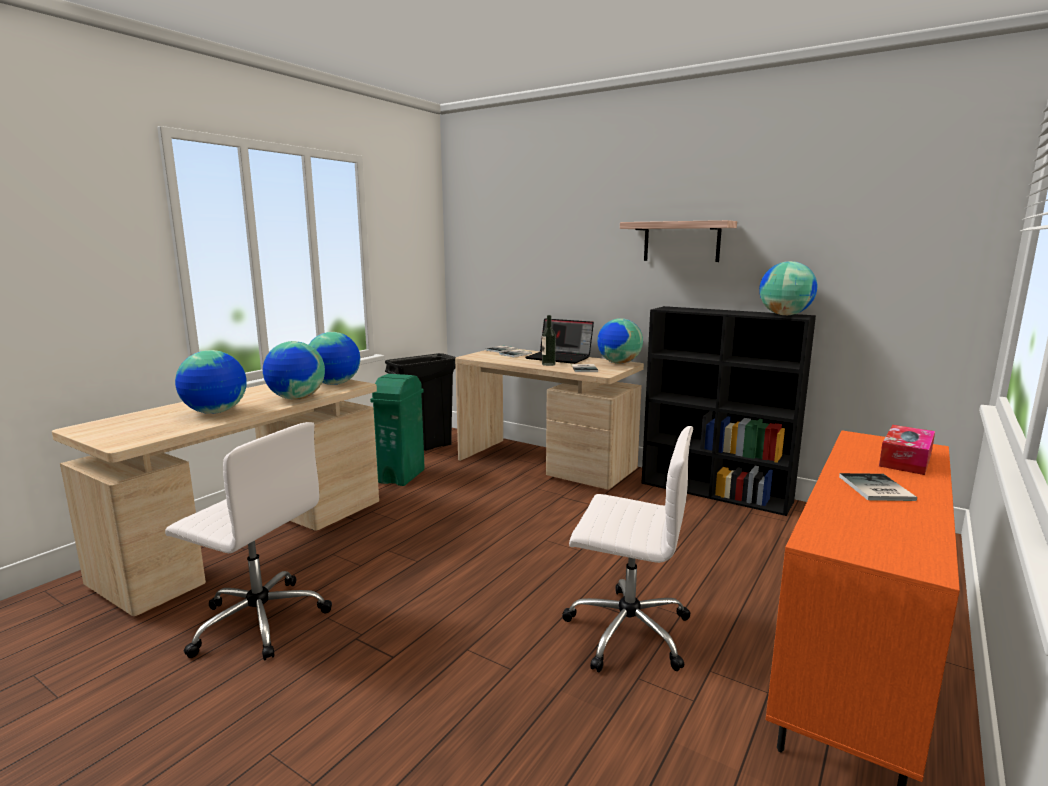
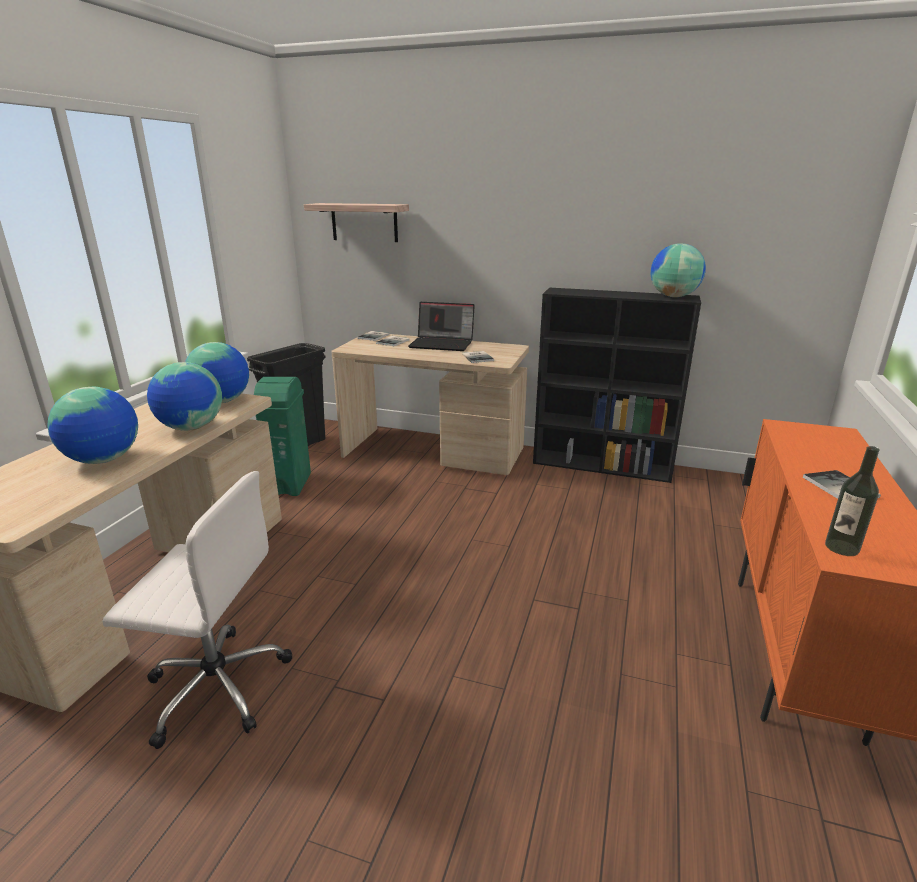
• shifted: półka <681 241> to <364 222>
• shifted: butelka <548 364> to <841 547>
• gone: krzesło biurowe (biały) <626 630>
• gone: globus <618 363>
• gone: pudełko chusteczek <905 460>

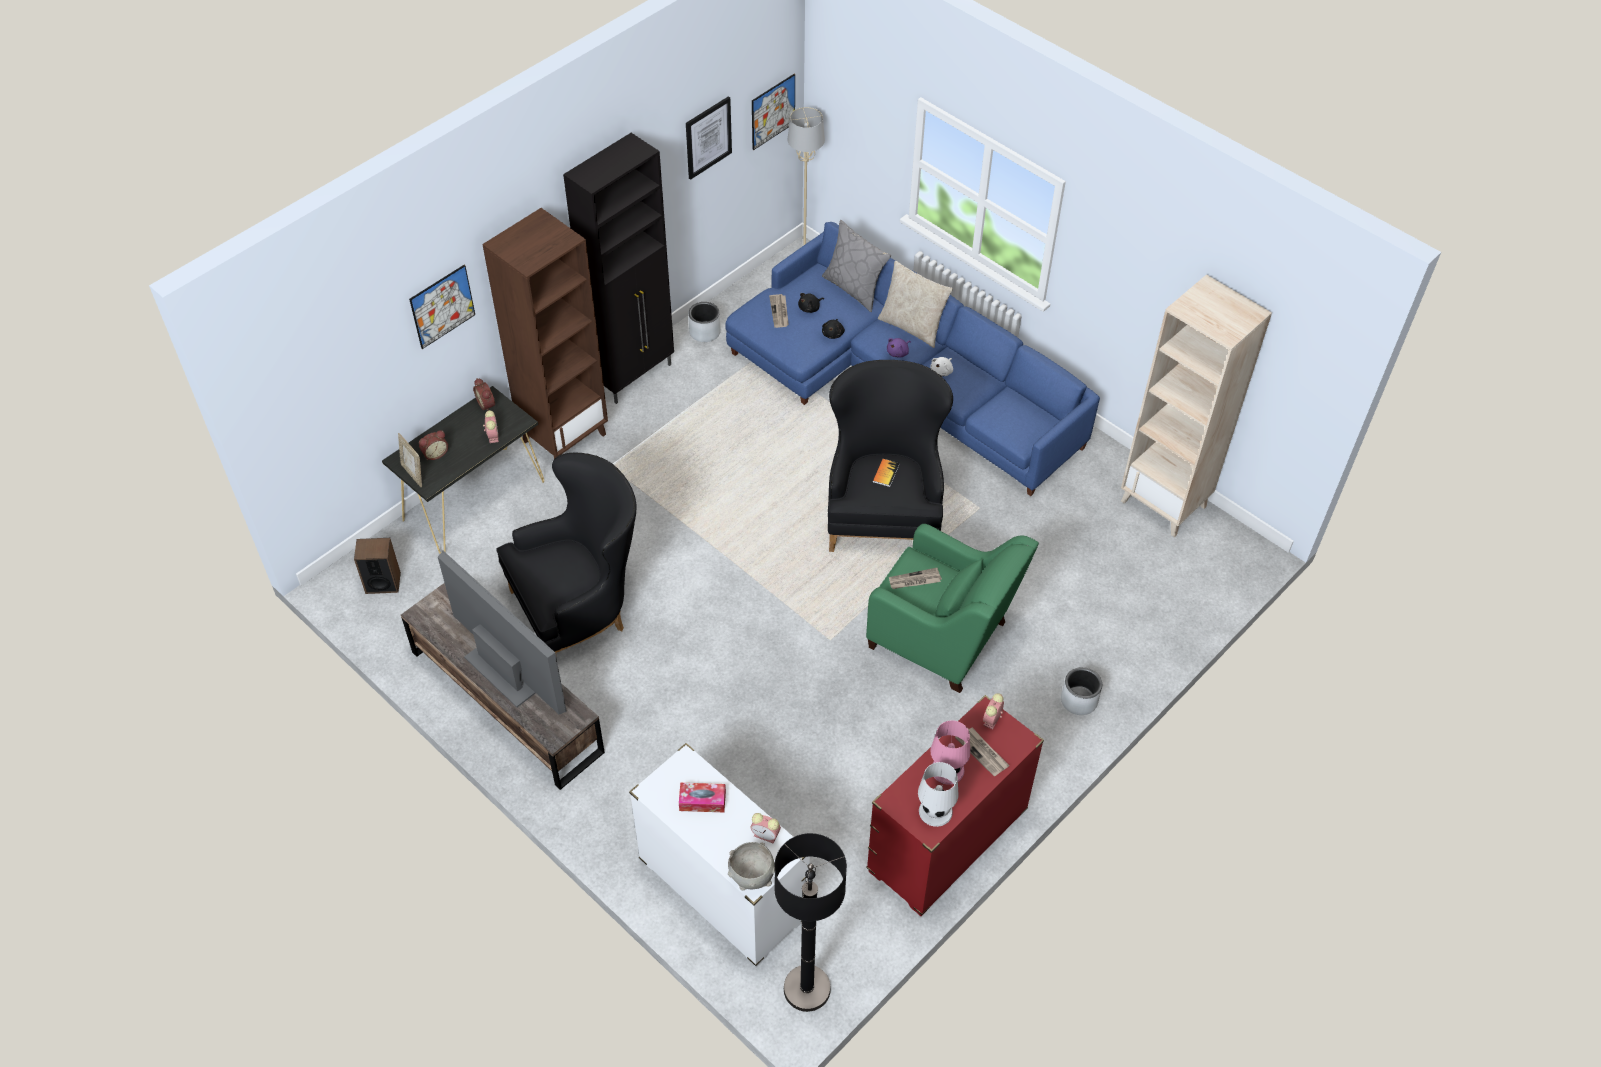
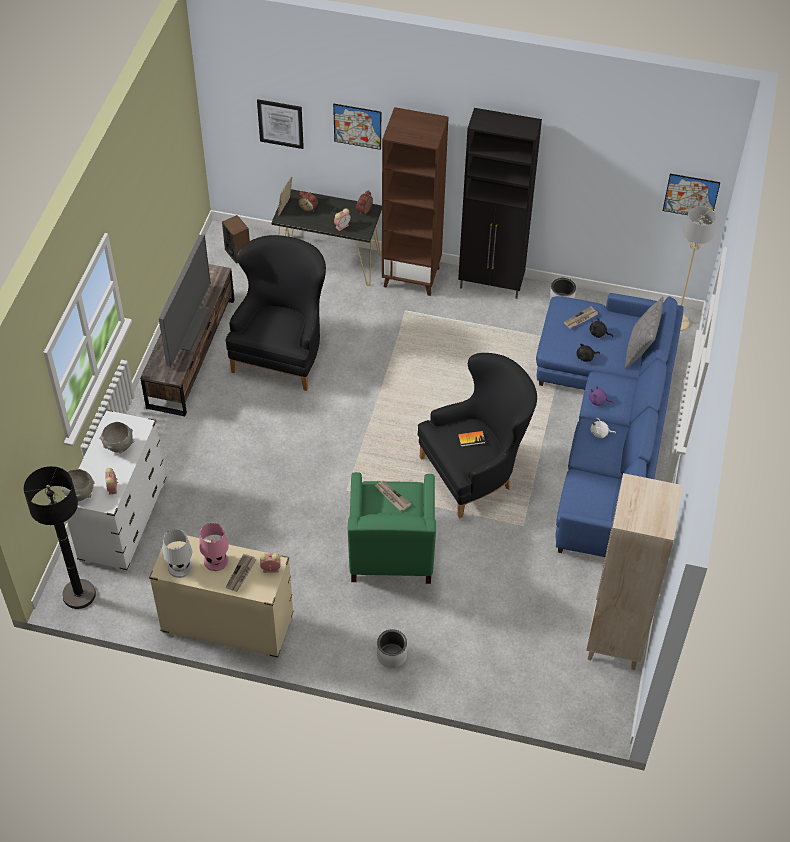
• swapped: pudełko chusteczek <702 801> to miska (szary) <119 446>
• repainted: komoda (czerwony) <947 842> to komoda (beżowy) <227 624>
• rotated: fotel (czarny) <581 609> = <282 353> 105 degrees counterclockwise
• shifted: obraz <708 137> to <280 123>
• gone: poduszka (beżowy) <912 327>

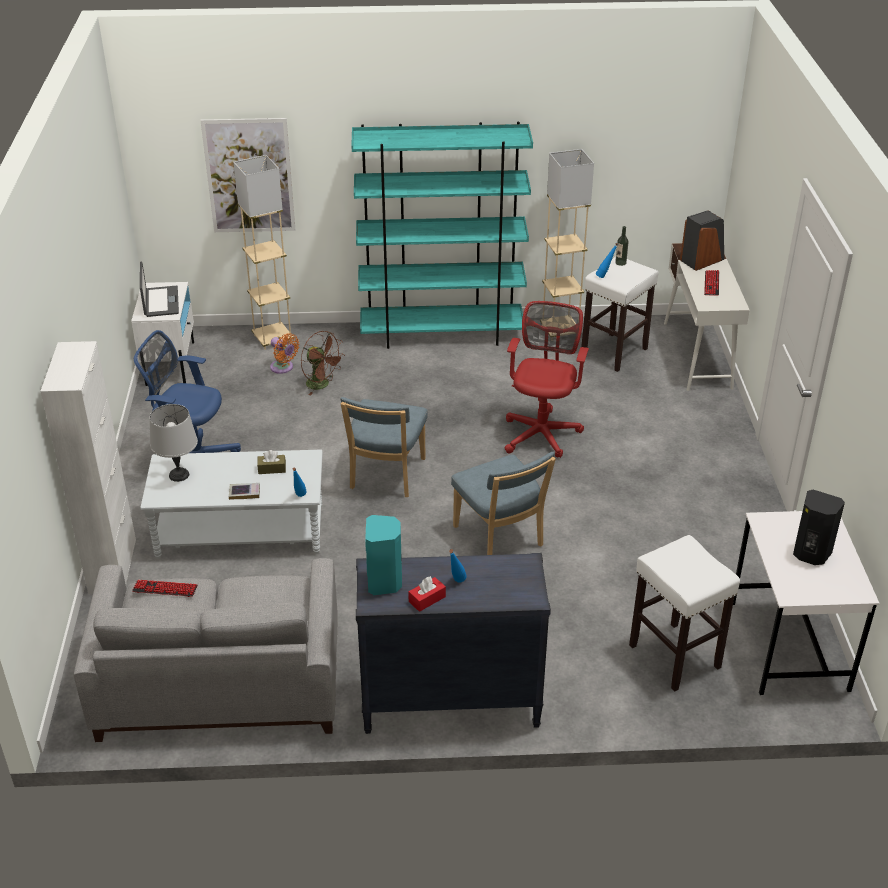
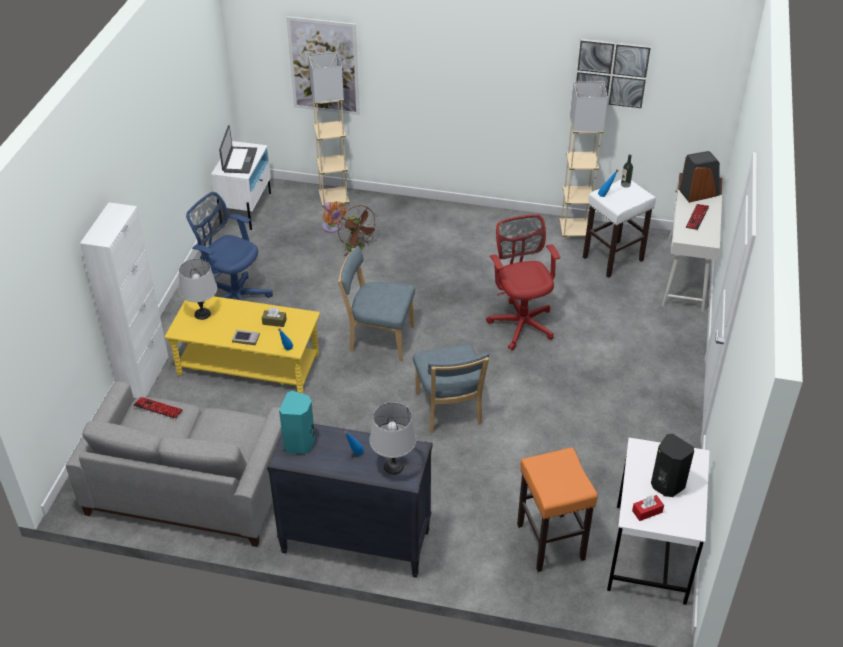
• repainted: ława (szary) <240 532> to ława (żółty) <248 365>
• rotated: krzesło (niebieski) <386 476> = <378 338> 75 degrees clockwise
• new: lampa stołowa (szary) <394 466>
• rotated: krzesło biurowe (czerwony) <542 432> = <521 322> 45 degrees counterclockwise
• repainted: stołek (biały) <673 656> to stołek (pomarańczowy) <550 541>
• new: obraz <611 73>
• shifted: pudełko chusteczek (czerwony) <427 599> to <647 511>
• gone: regał (turkusowy) <442 334>

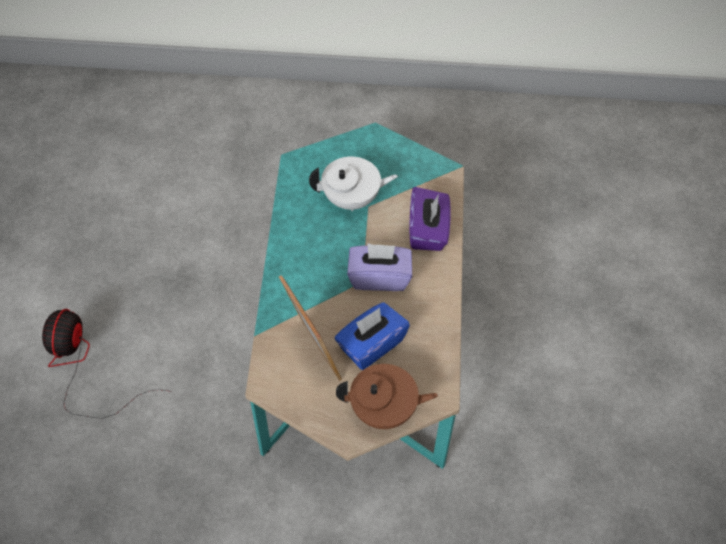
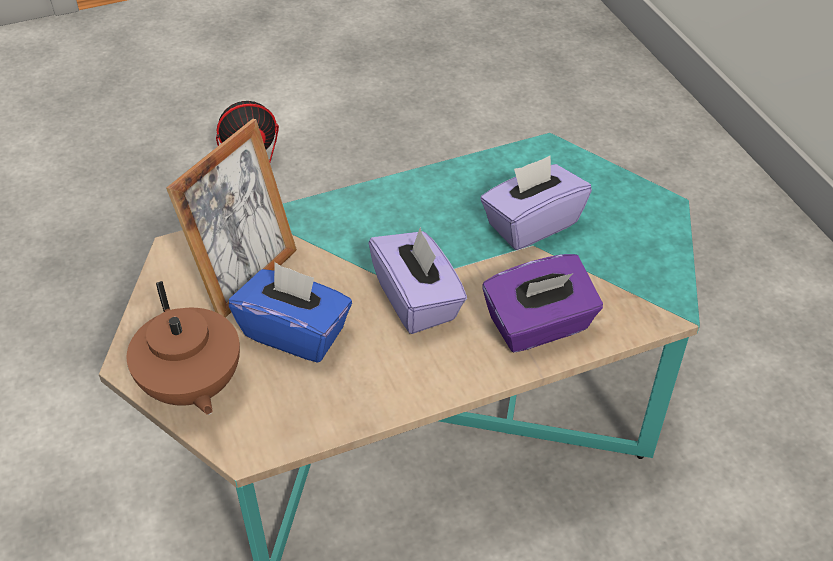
• swapped: imbryk (biały) <352 199> to pudełko chusteczek (fioletowy) <531 224>

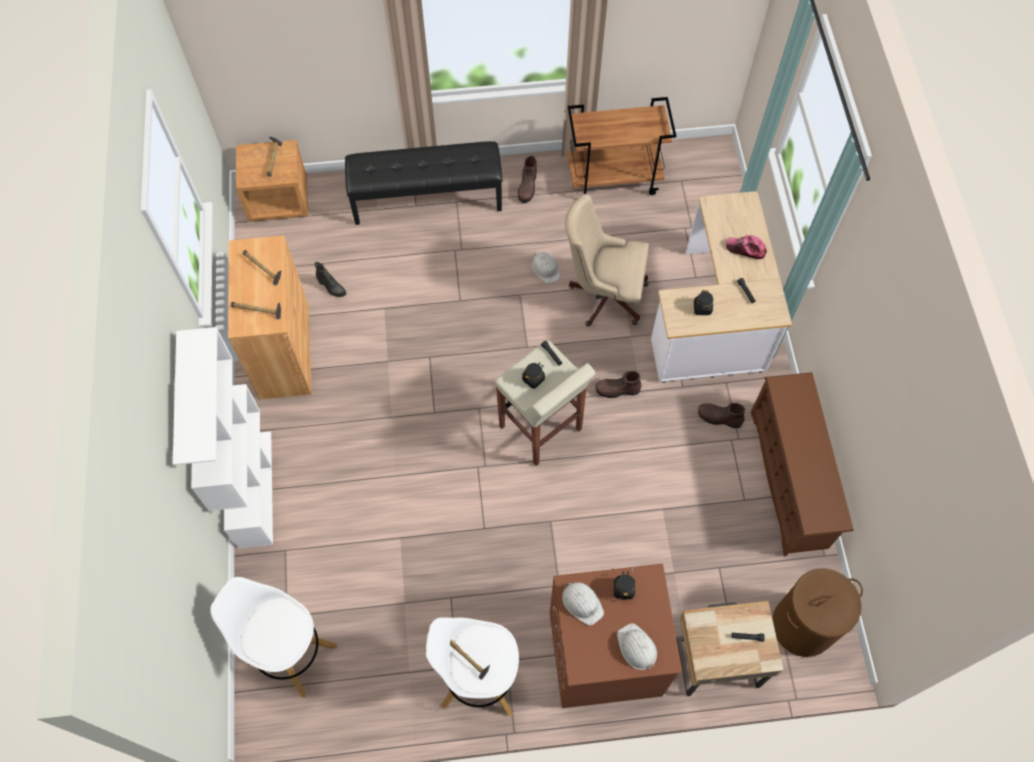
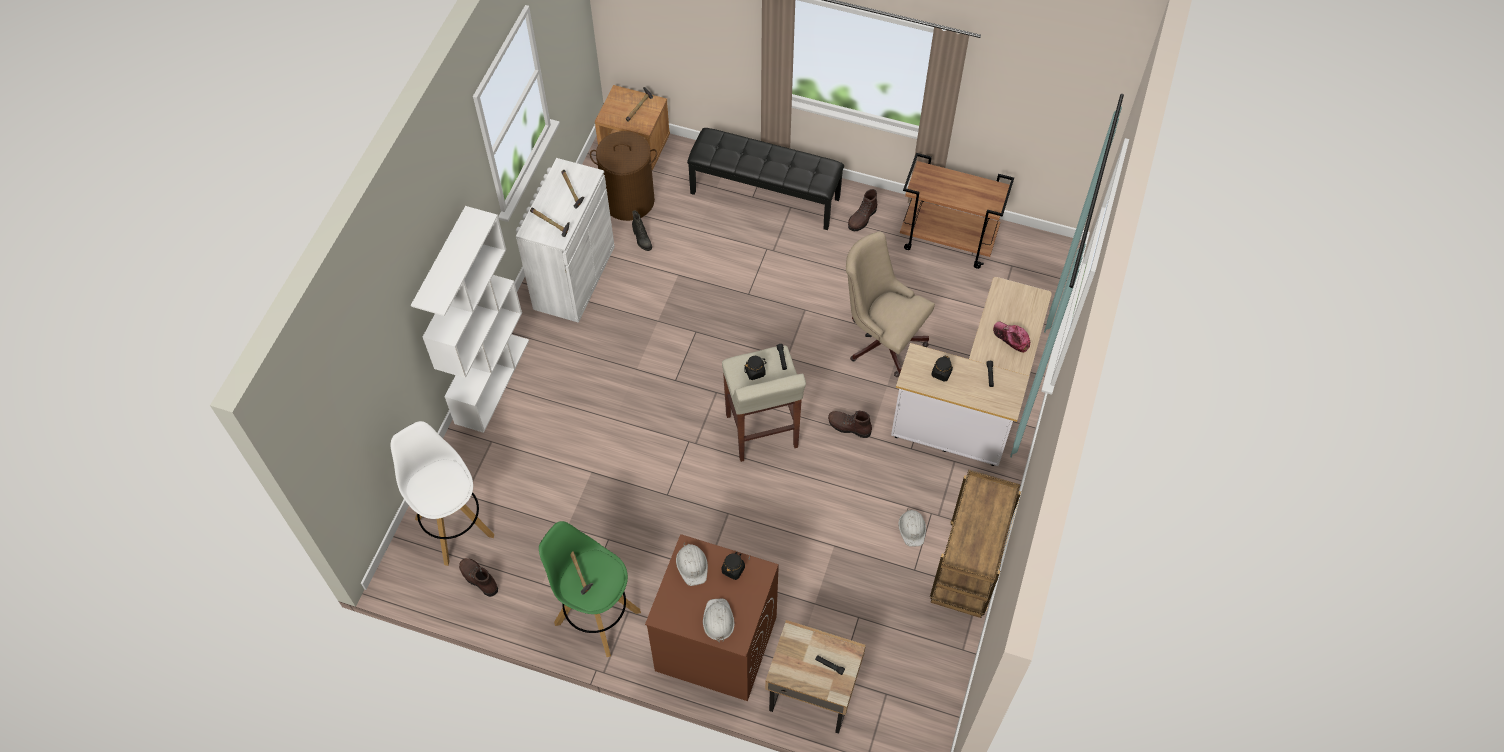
• shifted: but z cholewką (brązowy) <719 418> to <479 579>
• repainted: szafka (brązowy) <284 351> to szafka (biały) <574 277>
• repainted: stołek (biały) <478 680> to stołek (zielony) <596 616>
• shifted: kosz na pranie (brązowy) <803 625> to <629 200>
• shifted: kask (biały) <545 268> to <912 528>
• swapped: regał na buty (brązowy) <790 480> to wózek (brązowy) <967 571>

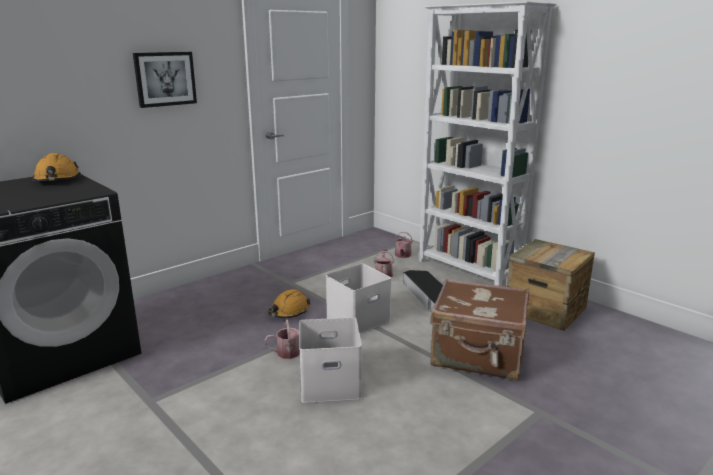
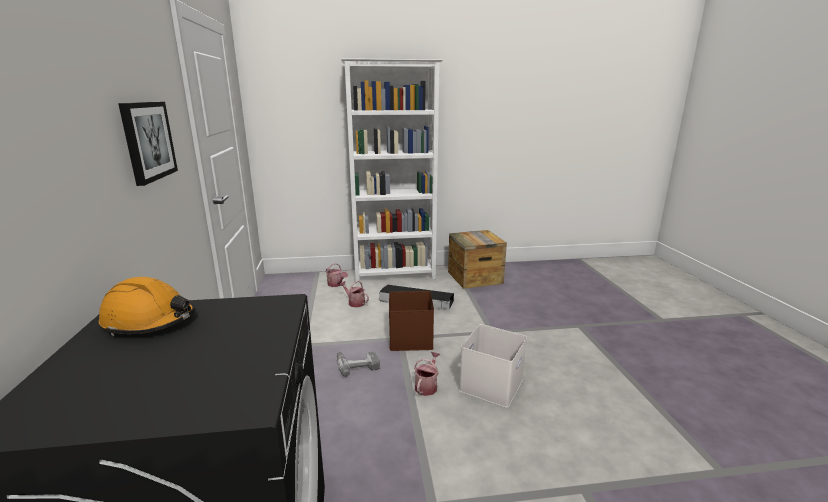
• swapped: kask (pomarańczowy) <289 312> to wiertarka <357 364>
• repainted: pojemnik do przechowywania (biały) <358 318> to pojemnik do przechowywania (brązowy) <409 338>
• gone: walizka (brązowy) <478 356>

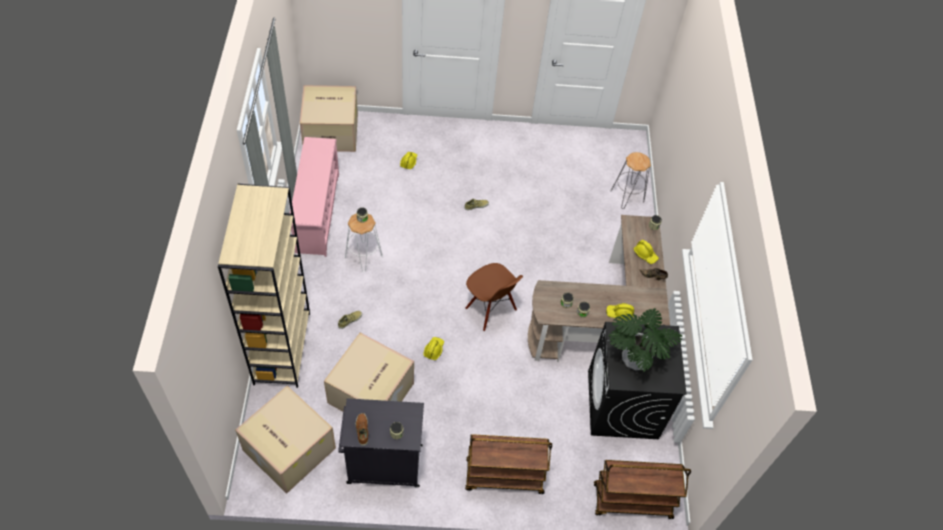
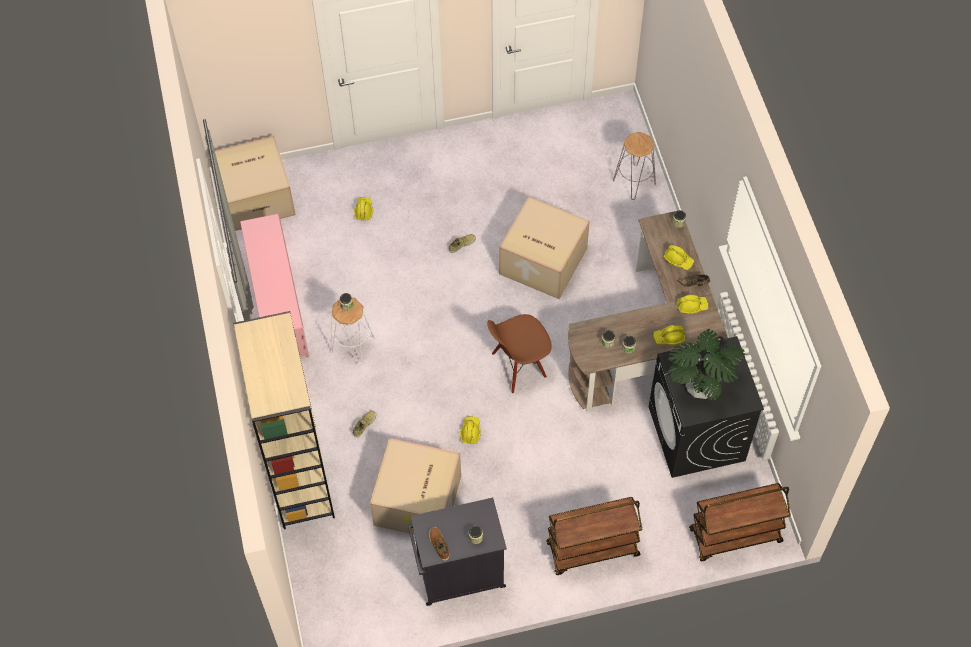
• rotated: krzesło (brązowy) <490 309> = <518 366> 120 degrees clockwise
• shifted: karton <287 449> to <541 261>
• new: kask (żółty) <692 306>

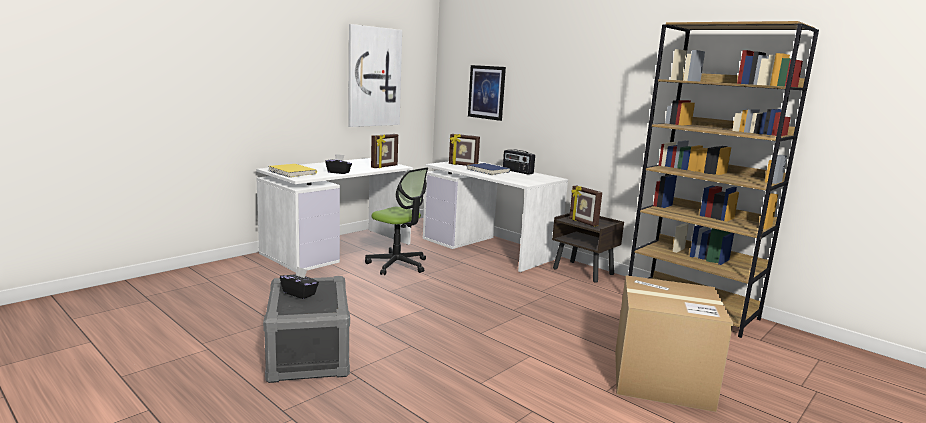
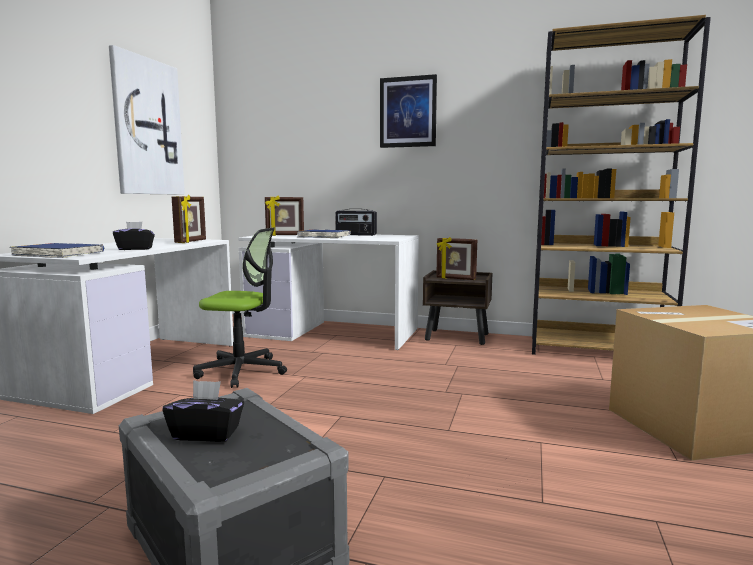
• repainted: książka (żółty) <292 173> to książka (niebieski) <59 254>
• shifted: obraz <486 92> to <408 112>

